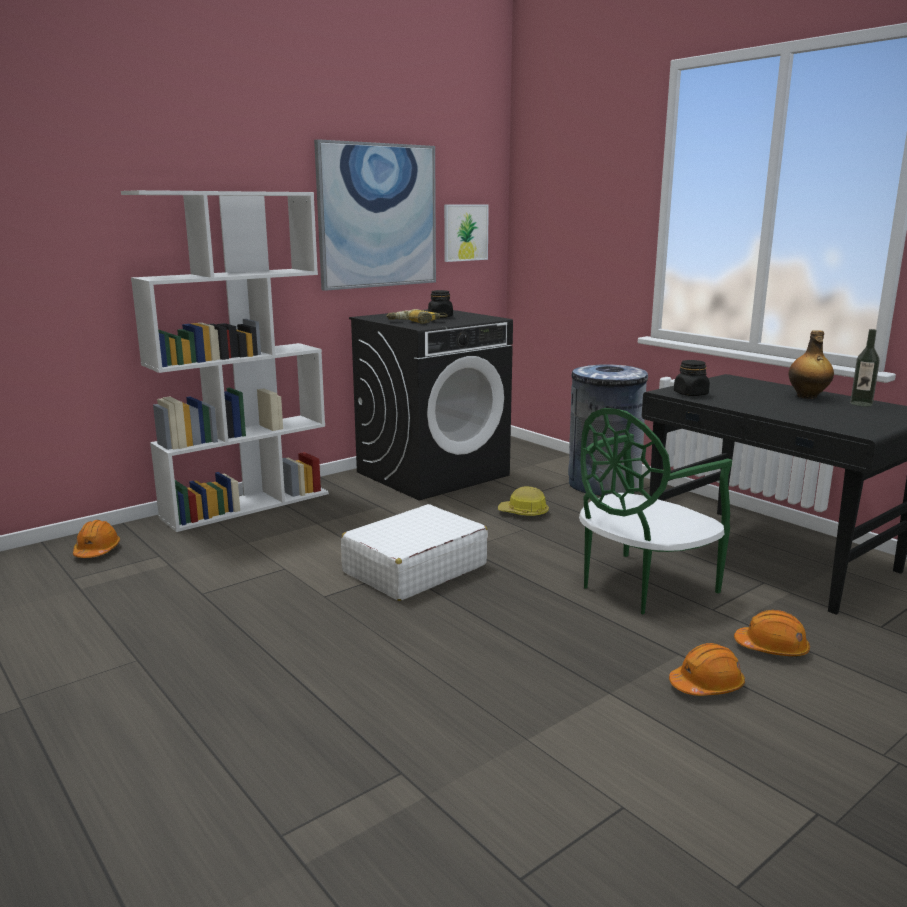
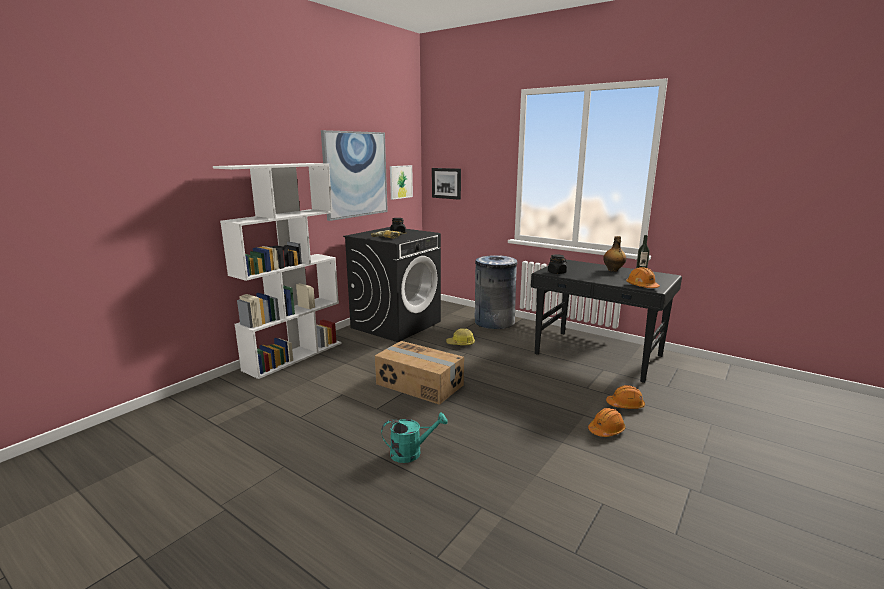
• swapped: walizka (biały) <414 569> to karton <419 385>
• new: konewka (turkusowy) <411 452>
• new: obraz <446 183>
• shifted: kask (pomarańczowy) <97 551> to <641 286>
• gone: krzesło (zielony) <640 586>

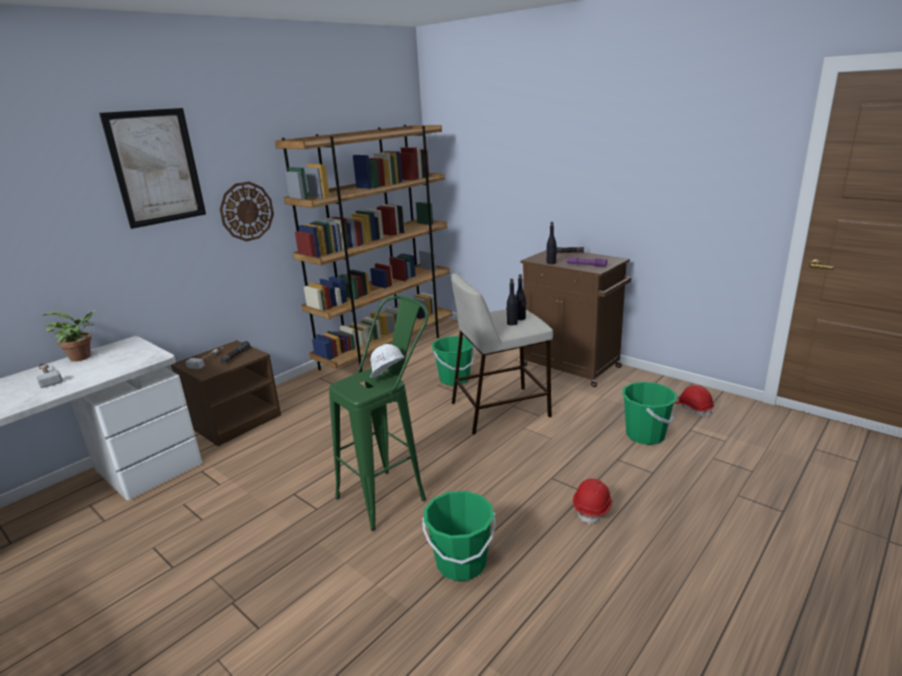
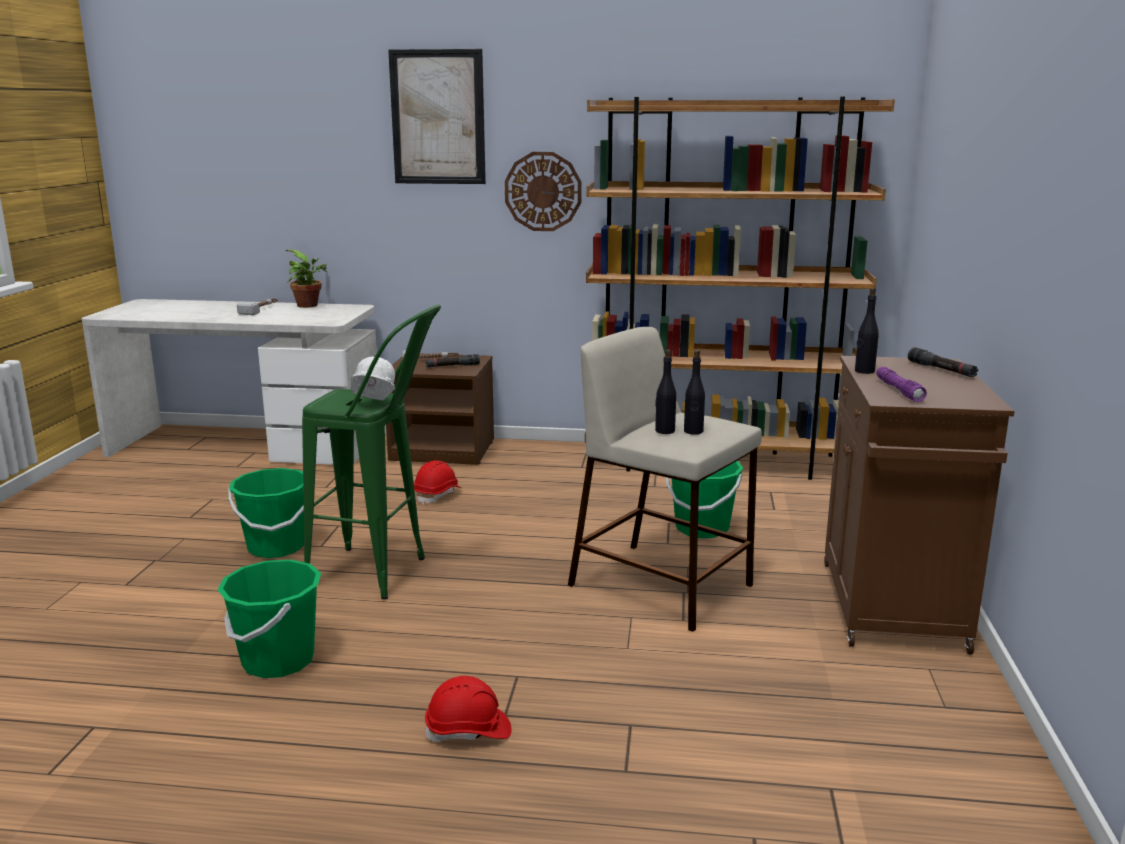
• shifted: wiadro (zielony) <645 435> to <276 547>
• shifted: kask (czerwony) <693 408> to <438 495>

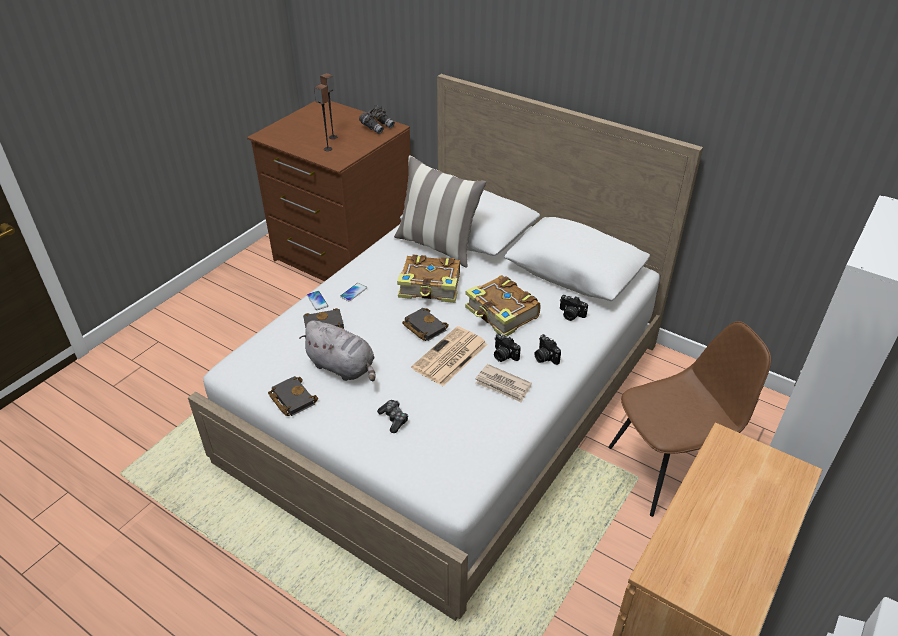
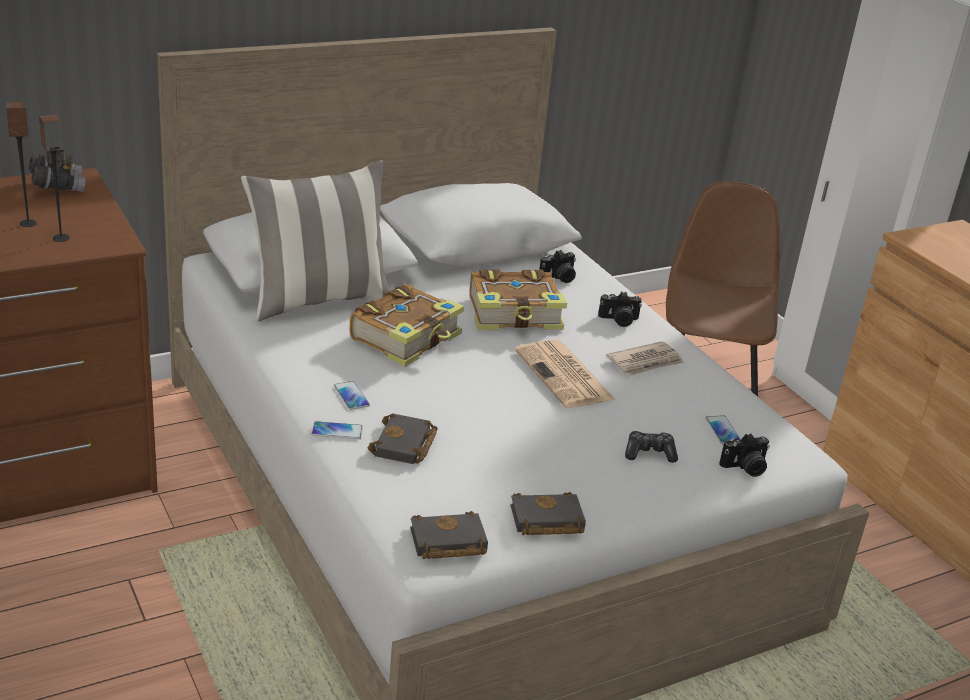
• shifted: książka (czarny) <423 327> to <446 543>
• new: telefon <722 431>
• shifted: aparat fotograficzny <503 355> to <745 468>
• gone: pluszak (szary) <343 367>

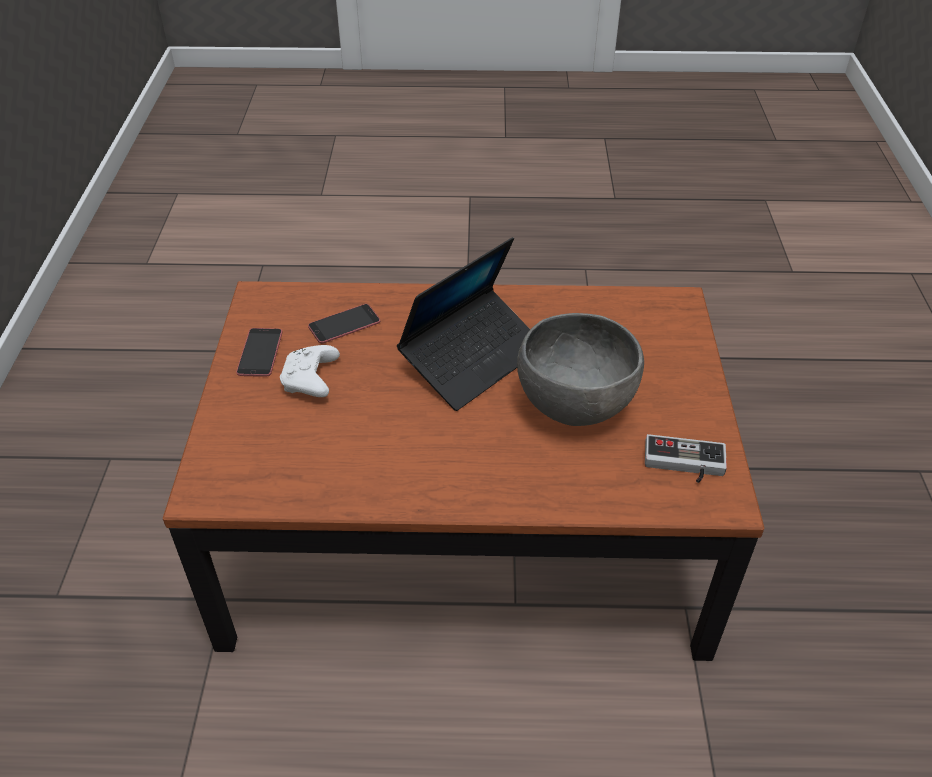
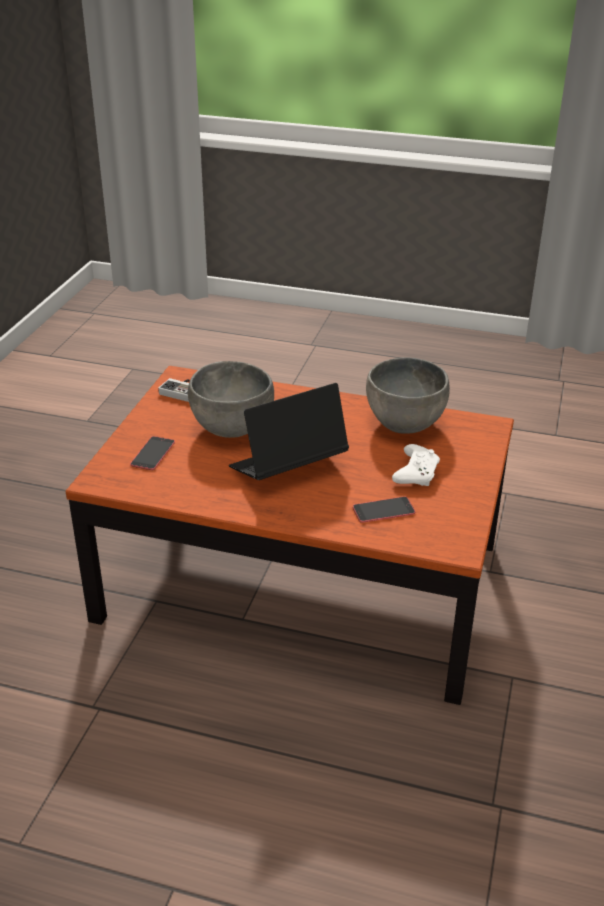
• shifted: telefon <260 352> to <153 453>
• new: miska (szary) <404 424>

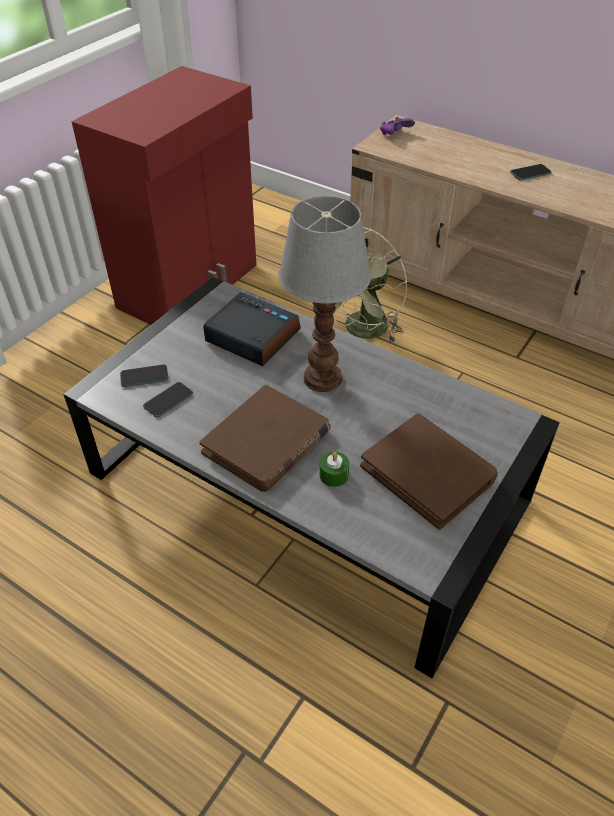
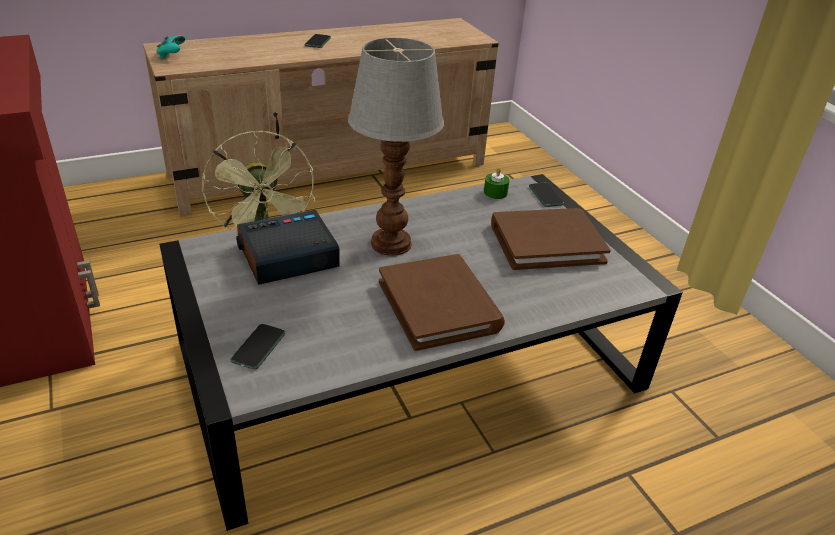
• repainted: pad do gier (fioletowy) <395 134> to pad do gier (turkusowy) <172 55>
• shifted: świeca (zielony) <334 475> to <495 192>
• shifted: telefon <168 400> to <545 195>

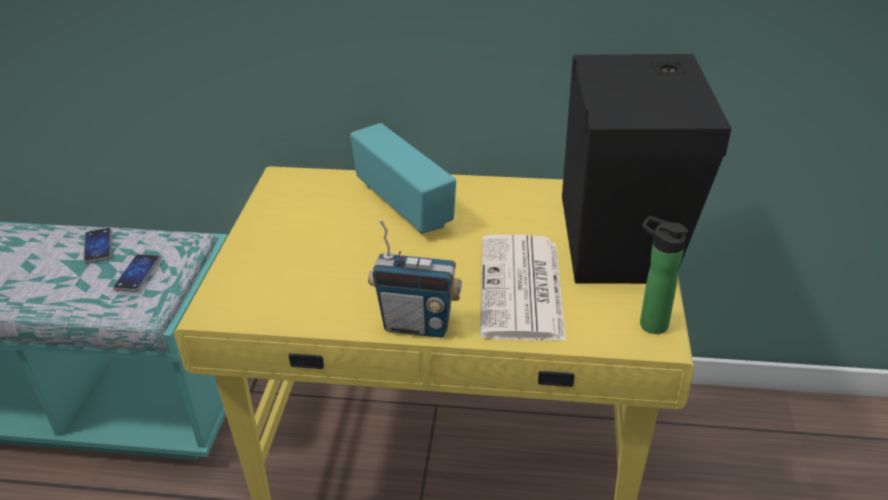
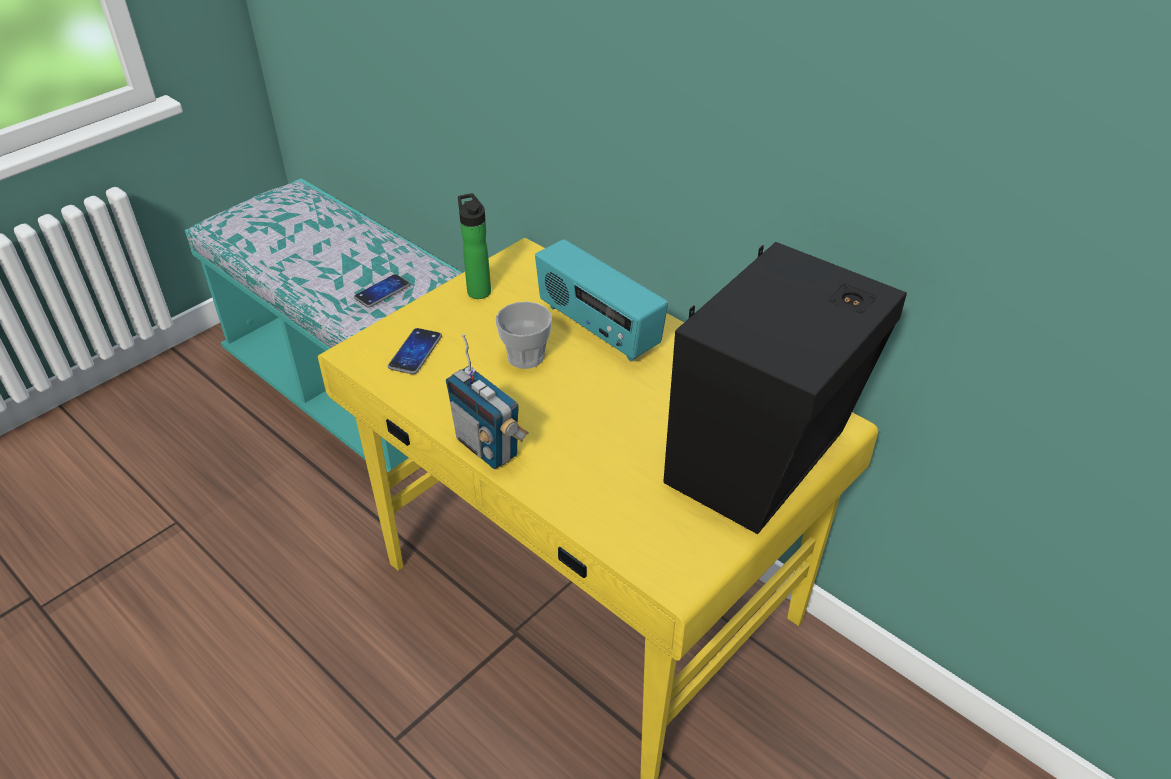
• shifted: telefon <98 246> to <415 352>
• shifted: butelka <649 323> to <478 290>
• new: filiżanka <525 357>
• rotated: radio <405 205> = <597 329> 135 degrees clockwise
• gone: gazeta <522 289>

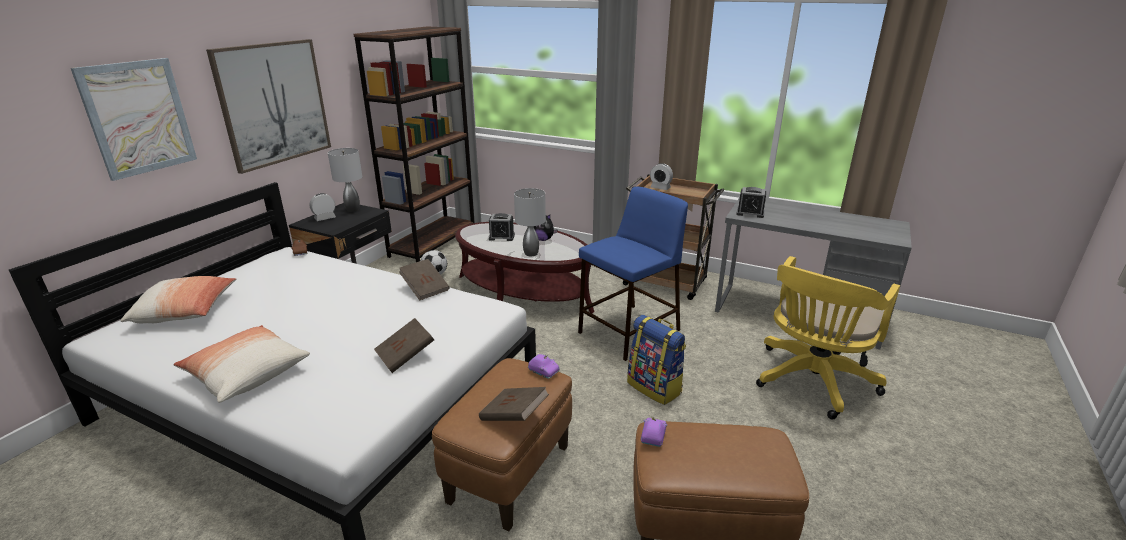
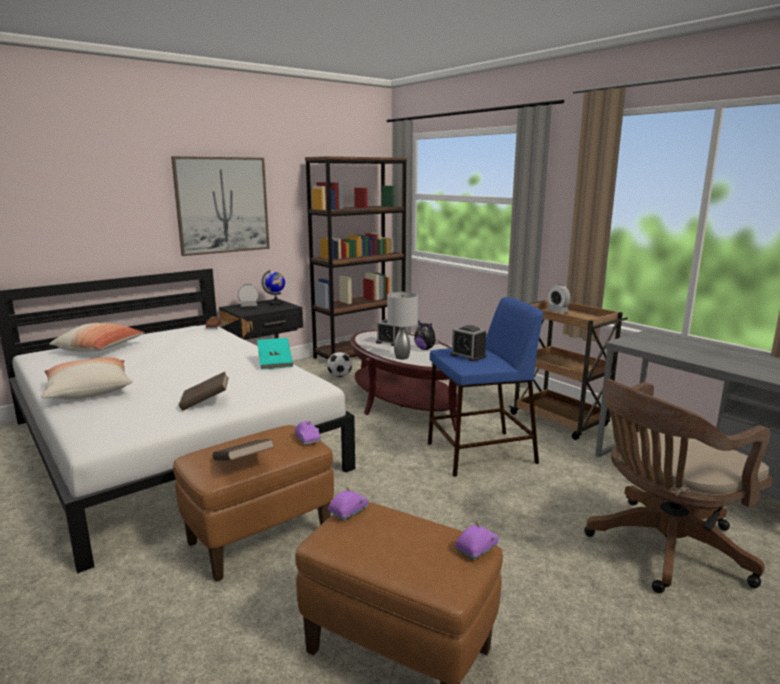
• repainted: książka (brązowy) <425 289> to książka (turkusowy) <275 363>
• swapped: lampa stołowa (szary) <353 209> to globus <276 303>
• shifted: budzik <750 213> to <468 355>
• new: samochodzik (fioletowy) <476 548>
• repainted: krzesło biurowe (żółty) <811 382> to krzesło biurowe (brązowy) <662 549>
• gone: obraz <138 118>
• gone: plecak <655 387>

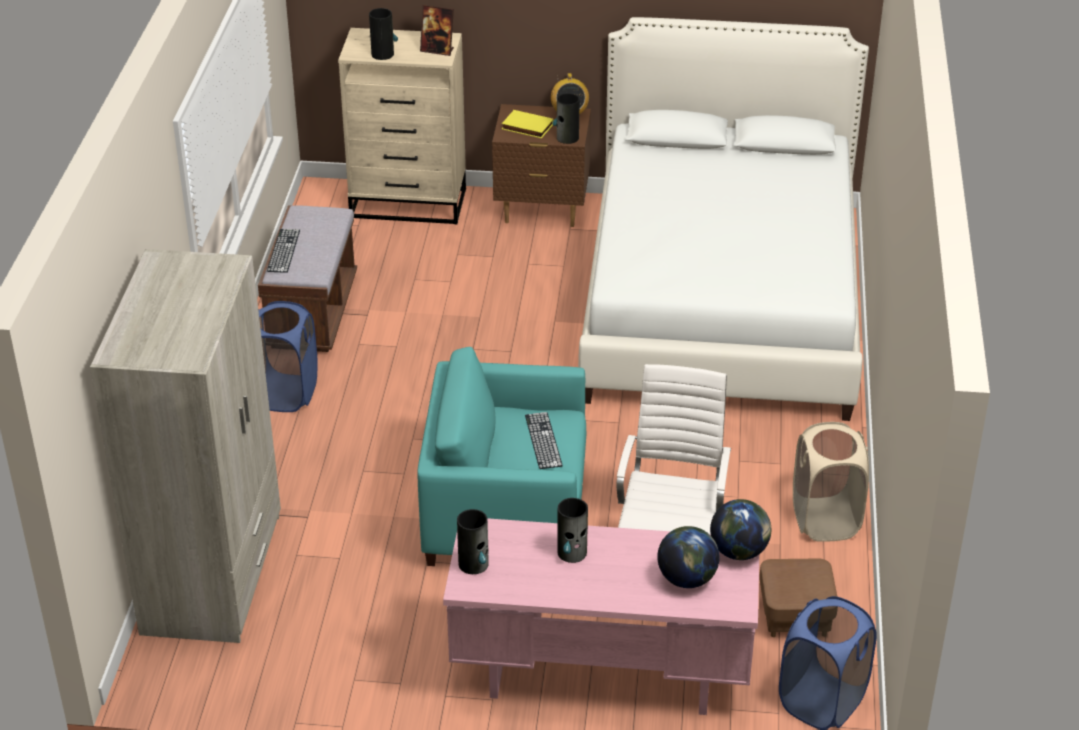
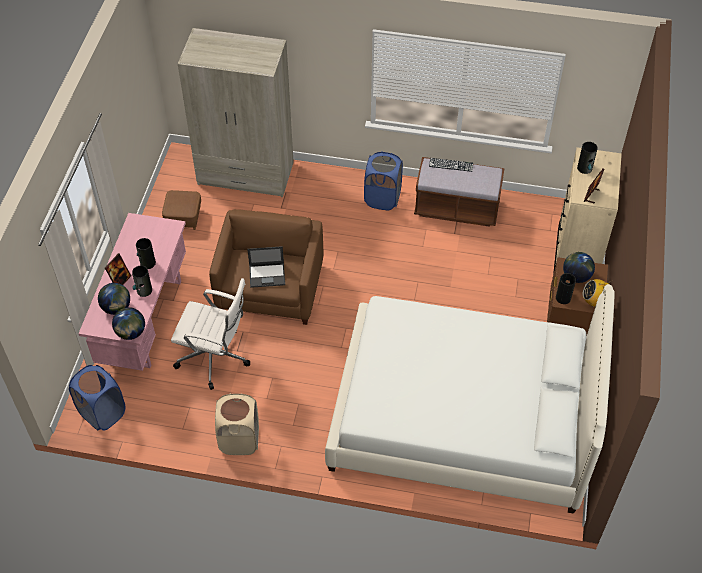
• new: ramka na zdjęcie <120 281>
• shifted: wazon <474 564> to <144 290>
• shifted: pufa (brązowy) <795 617> to <184 218>
• repainted: fotel (turkusowy) <506 513> to fotel (brązowy) <270 289>
• swapped: klawiatura <543 440> to laptop <267 275>
• swapped: książka (żółty) <526 127> to globus <576 276>

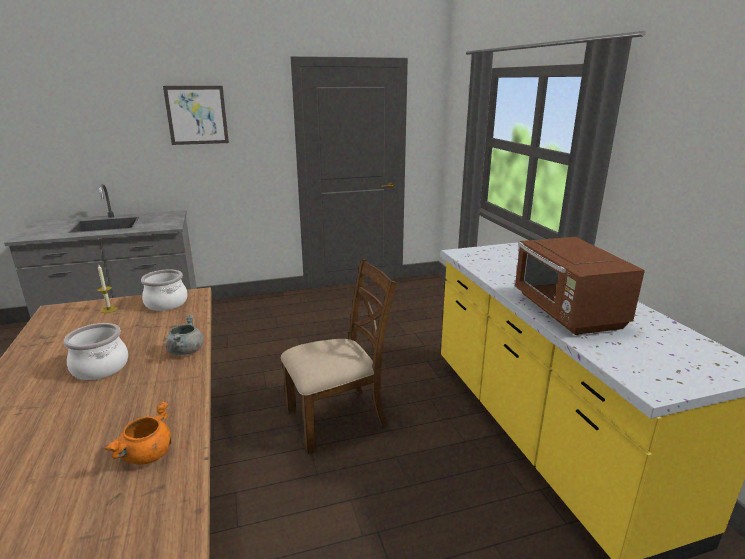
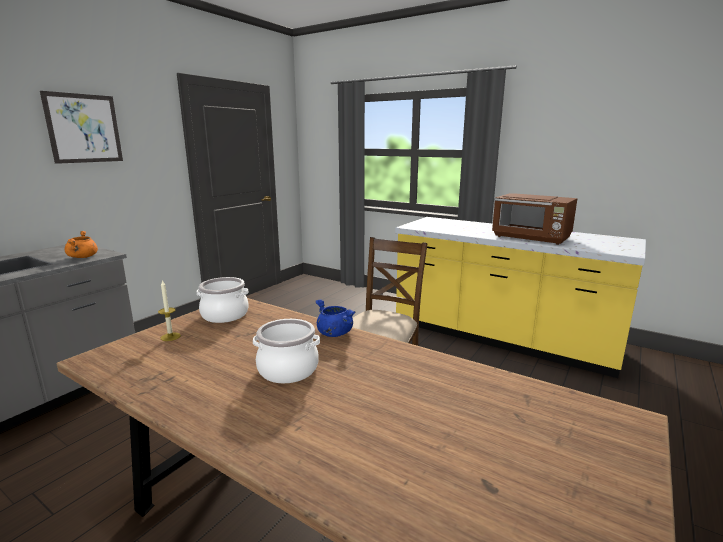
• shifted: garnek (pomarańczowy) <147 455> to <83 257>
• repainted: garnek (szary) <186 351> to garnek (niebieski) <334 333>

